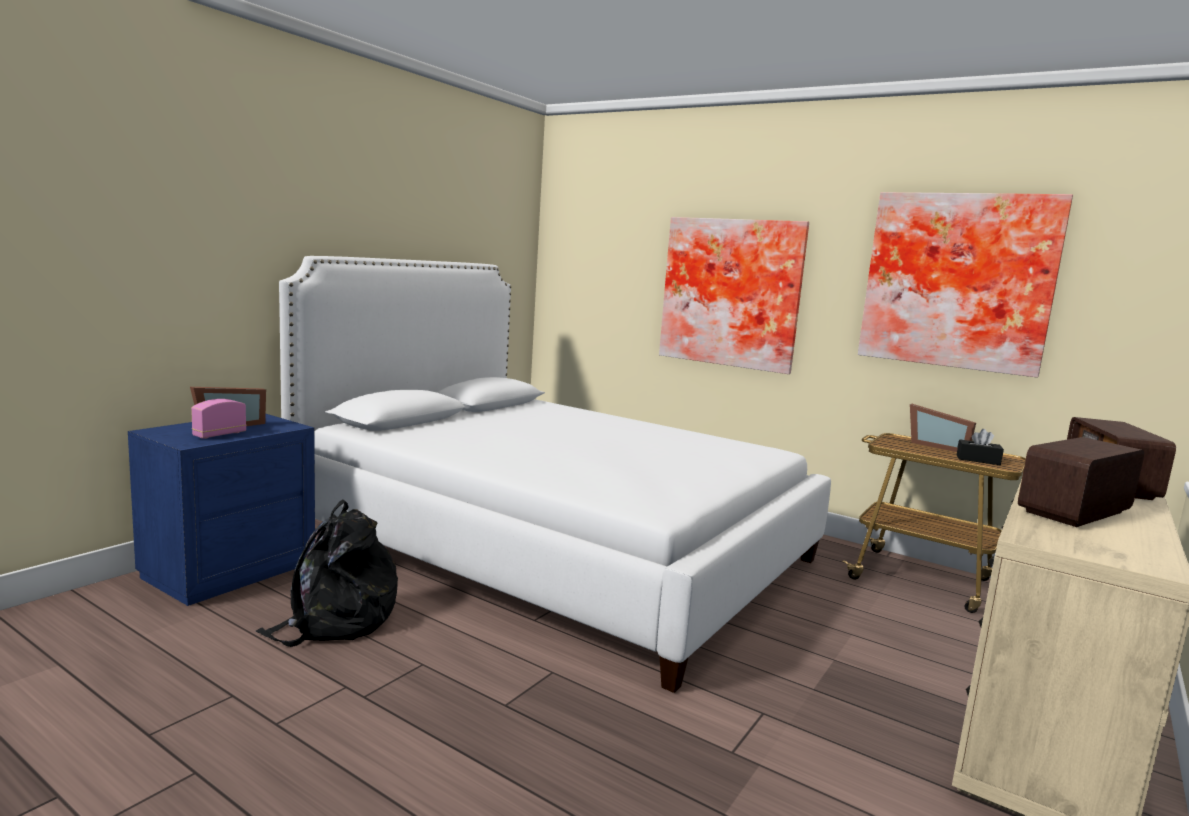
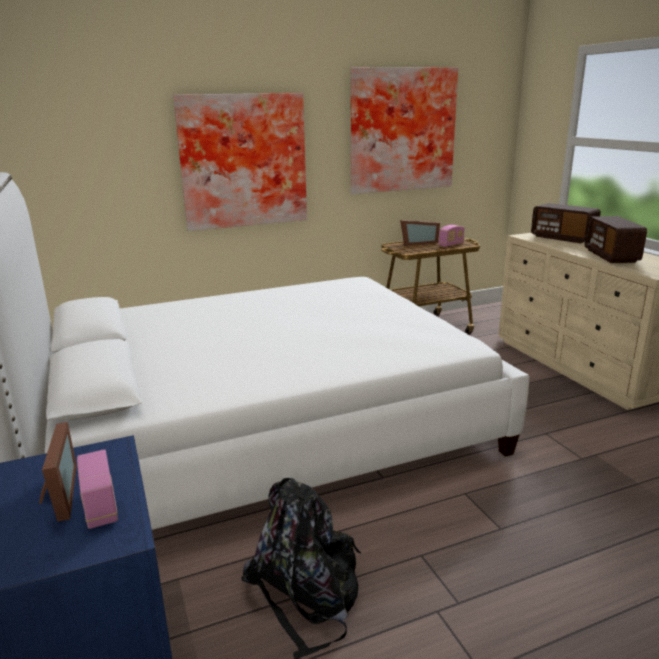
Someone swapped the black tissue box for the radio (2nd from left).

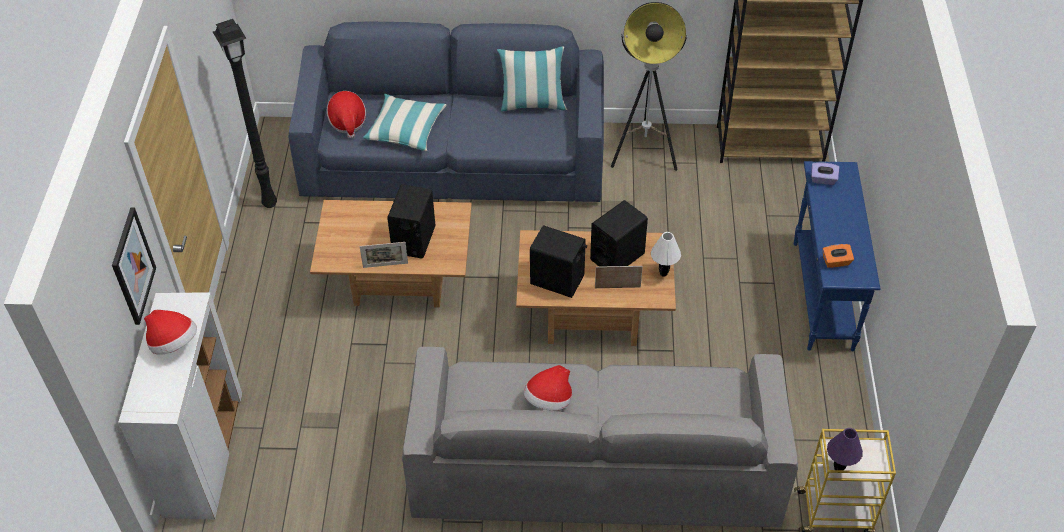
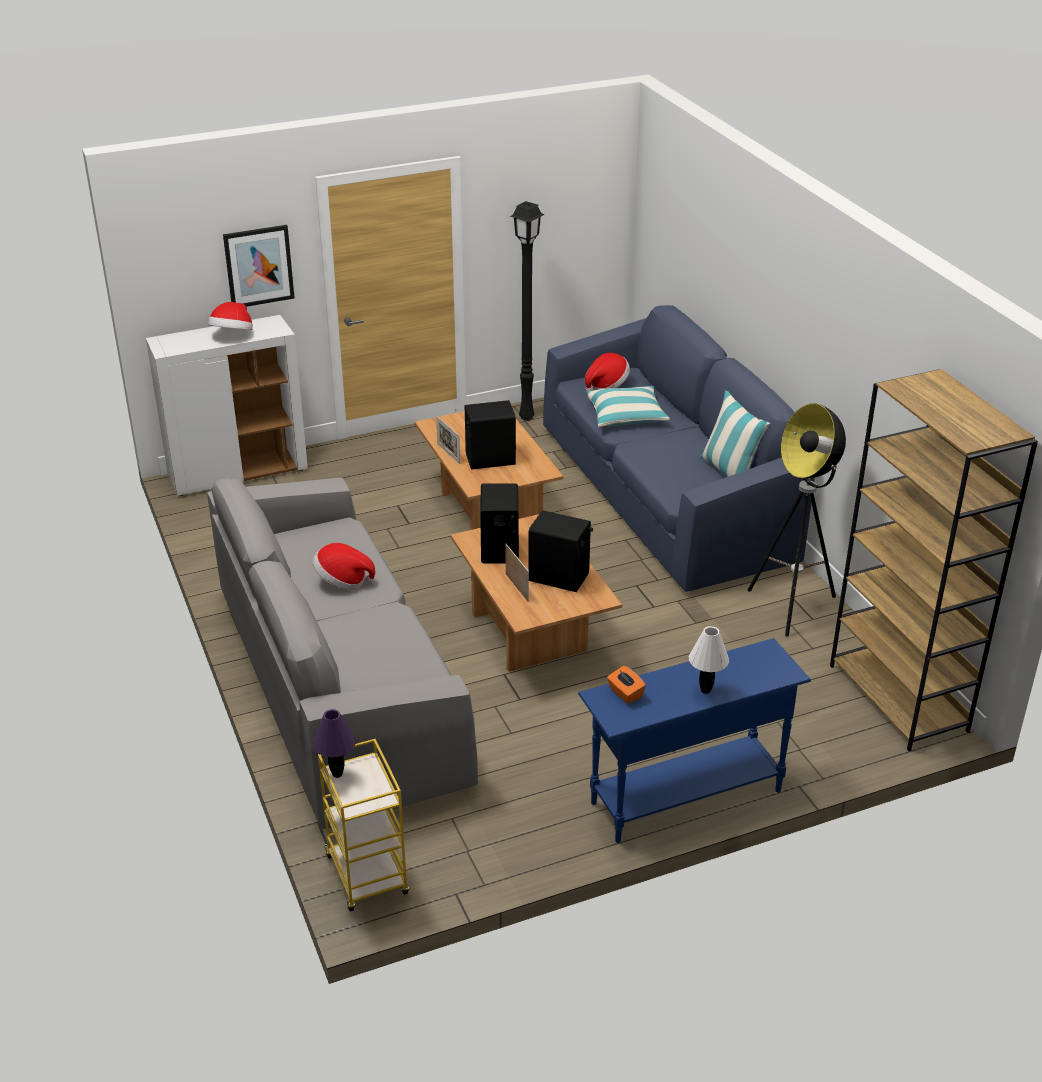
Someone took away the purple tissue box. Someone carried the white table lamp.

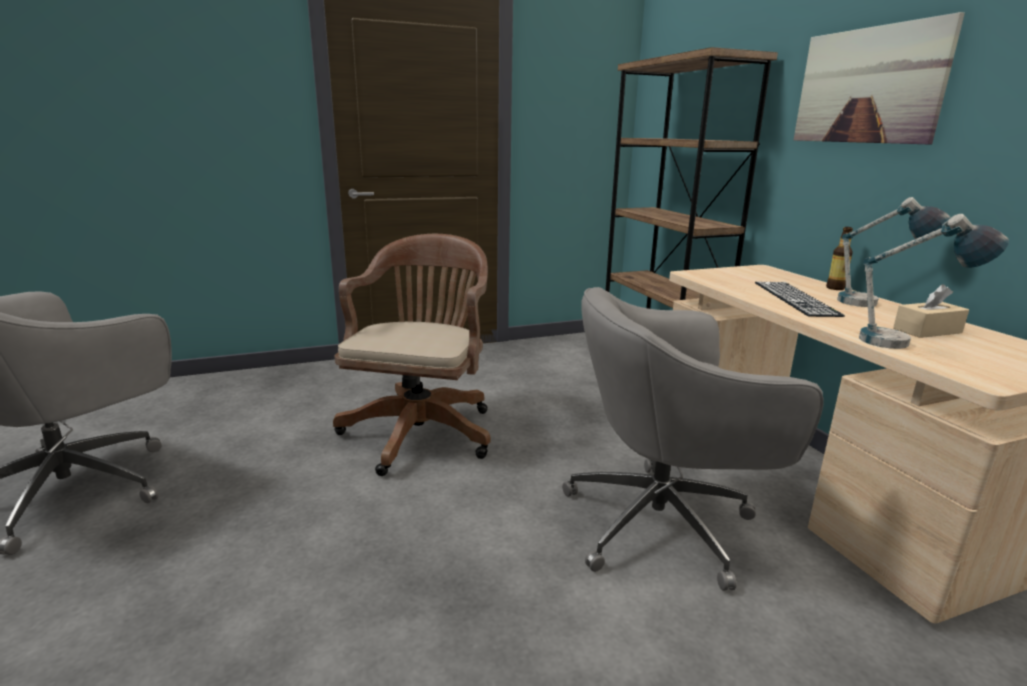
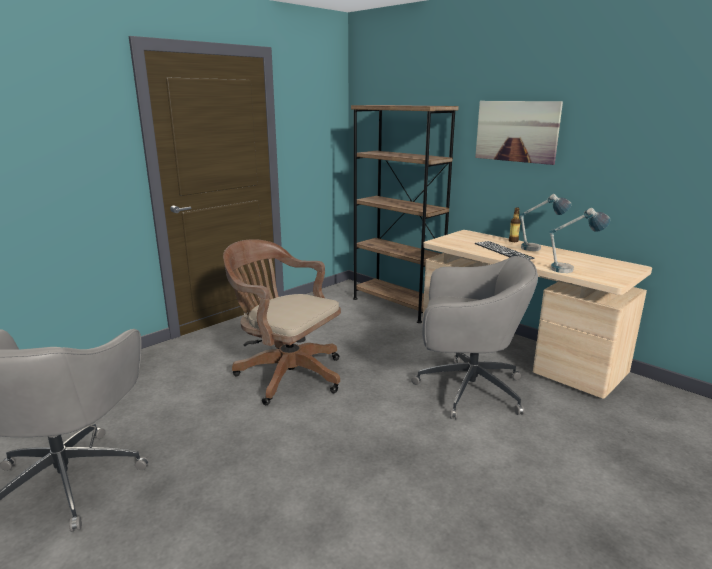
Someone took away the beige tissue box. Someone rotated the brown office chair by 45 degrees counterclockwise. Someone rotated the grey office chair (2nd from left) by 135 degrees counterclockwise.

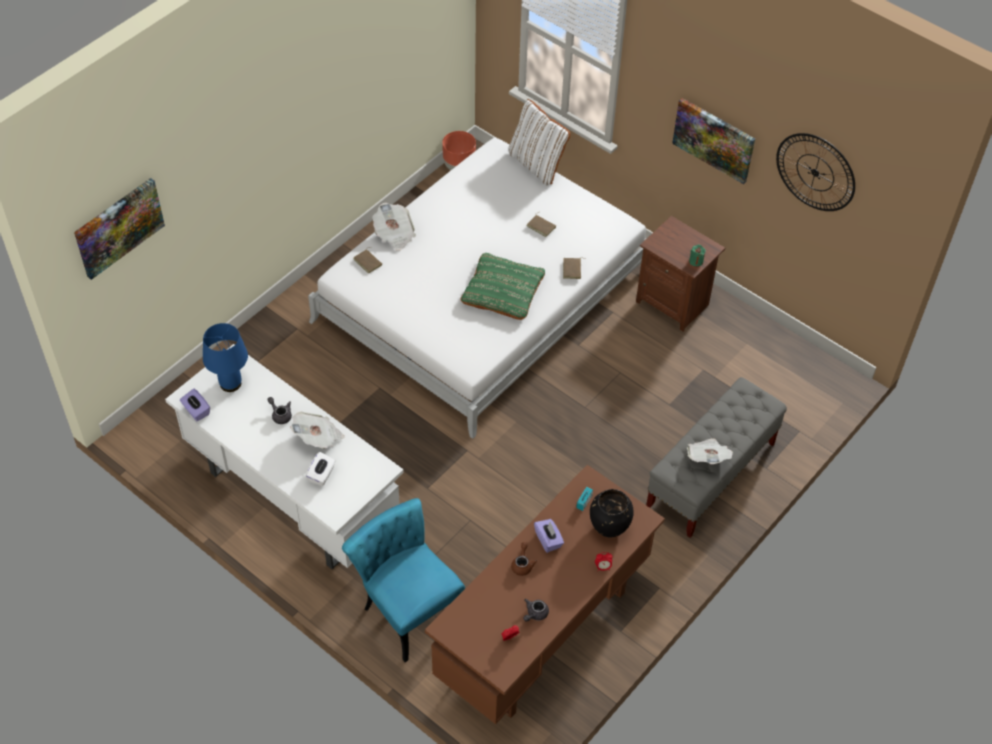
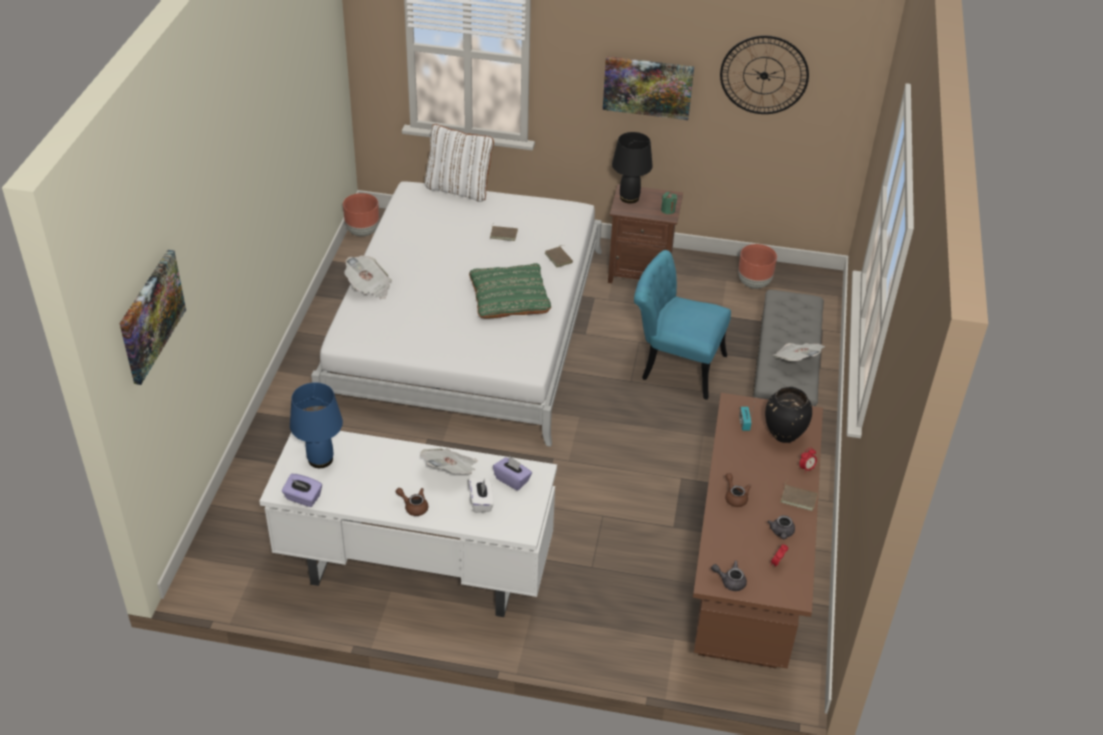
Someone put down the brown teapot (1st from left). Someone put down the black table lamp. Someone put down the brown planter (2nd from left). Someone carried the grey teapot (1st from left). Someone carried the turquoise chair. Someone carried the brown book (1st from left in the first image). Someone carried the purple tissue box (2nd from left).

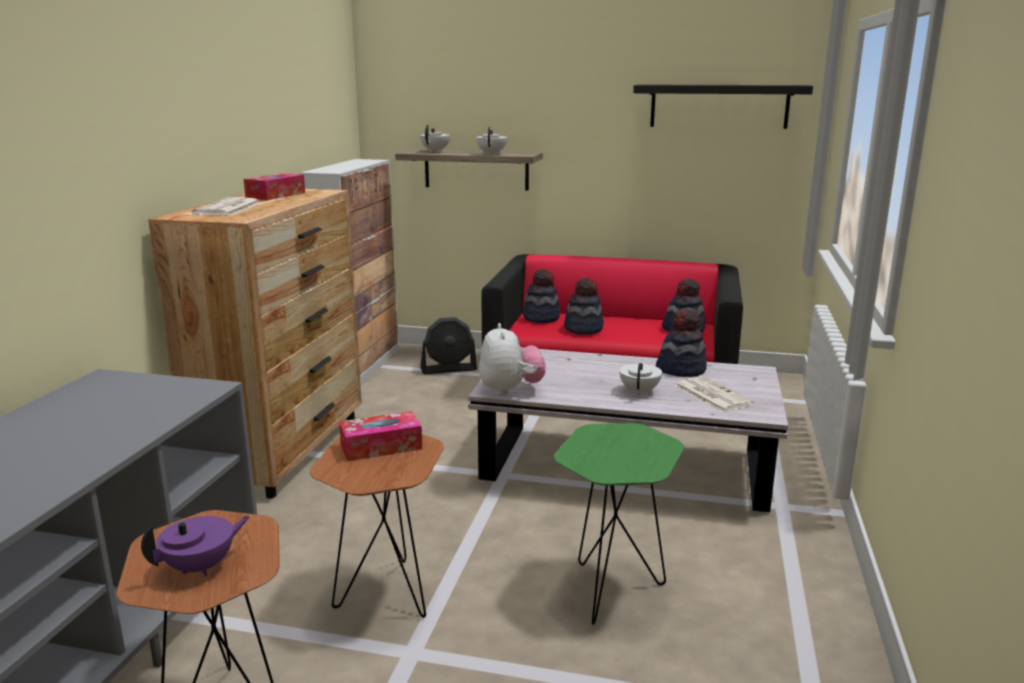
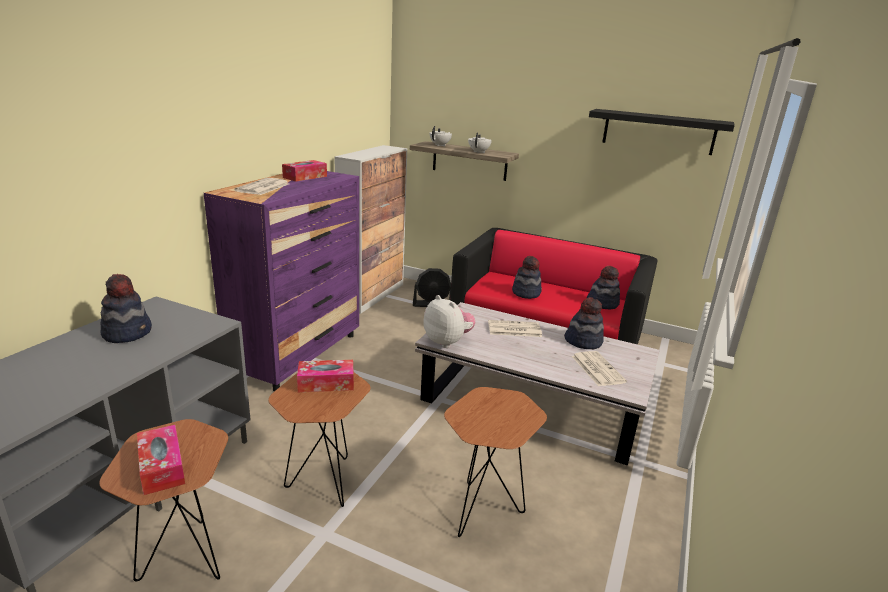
Someone took away the white teapot (3rd from left). Someone put down the newspaper (2nd from left). Someone carried the hat (1st from left). Someone swapped the purple teapot for the tissue box (1st from left). Someone repainted the brown dresser, which became the purple dresser. Someone repainted the green side table, which became the brown side table (3rd from left). Someone rotated the plush toy by 45 degrees counterclockwise.

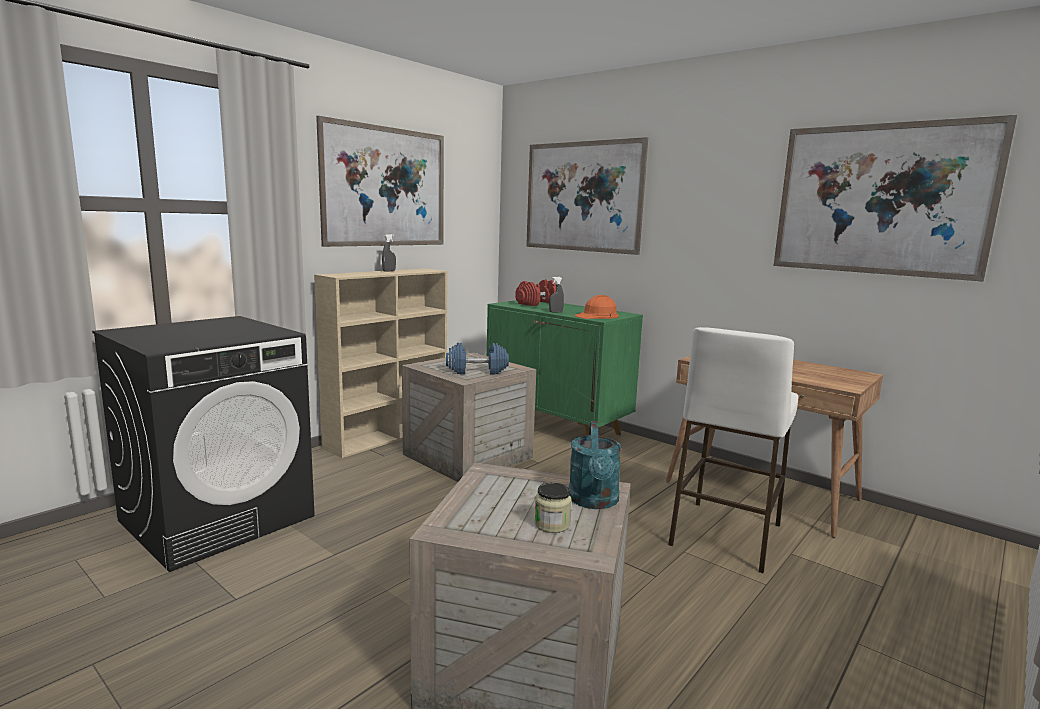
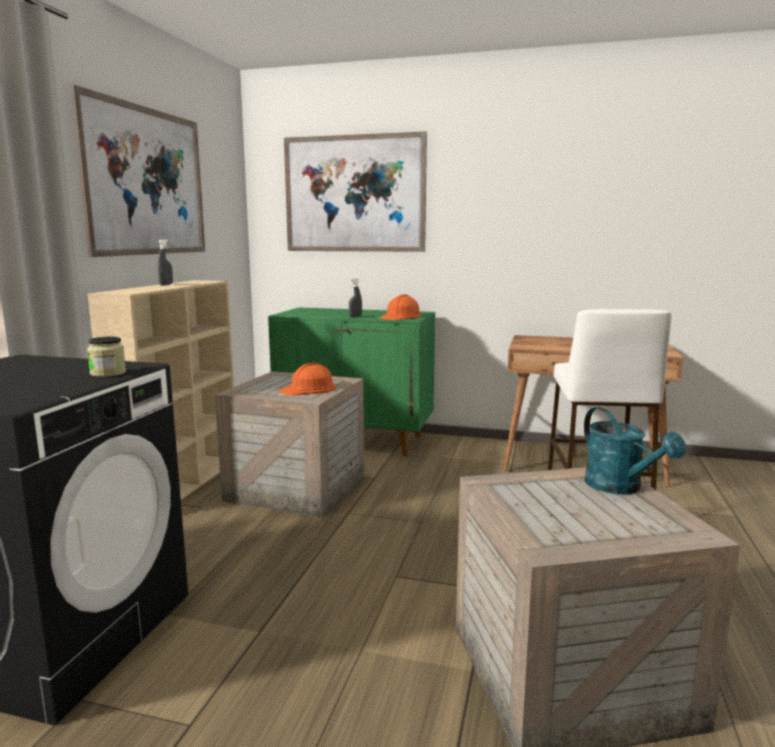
Someone took away the red dumbbell. Someone took away the picture (3rd from left). Someone carried the jar. Someone swapped the blue dumbbell for the orange hard hat (1st from left).

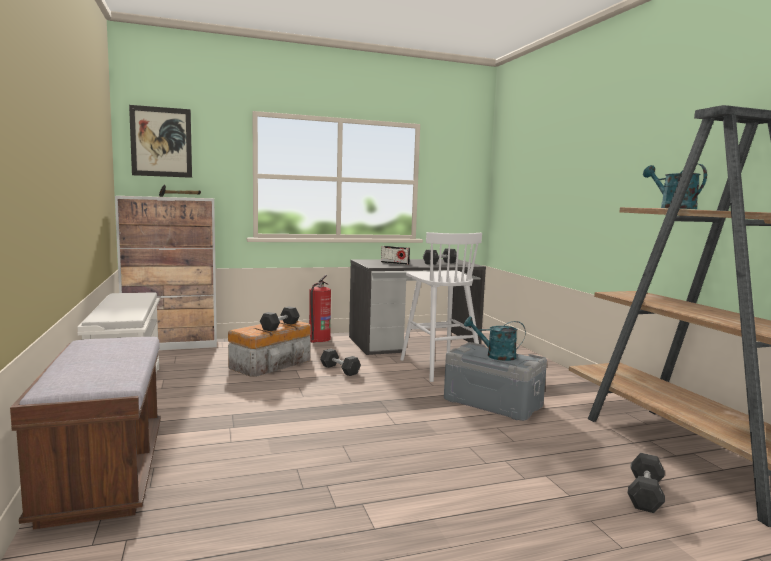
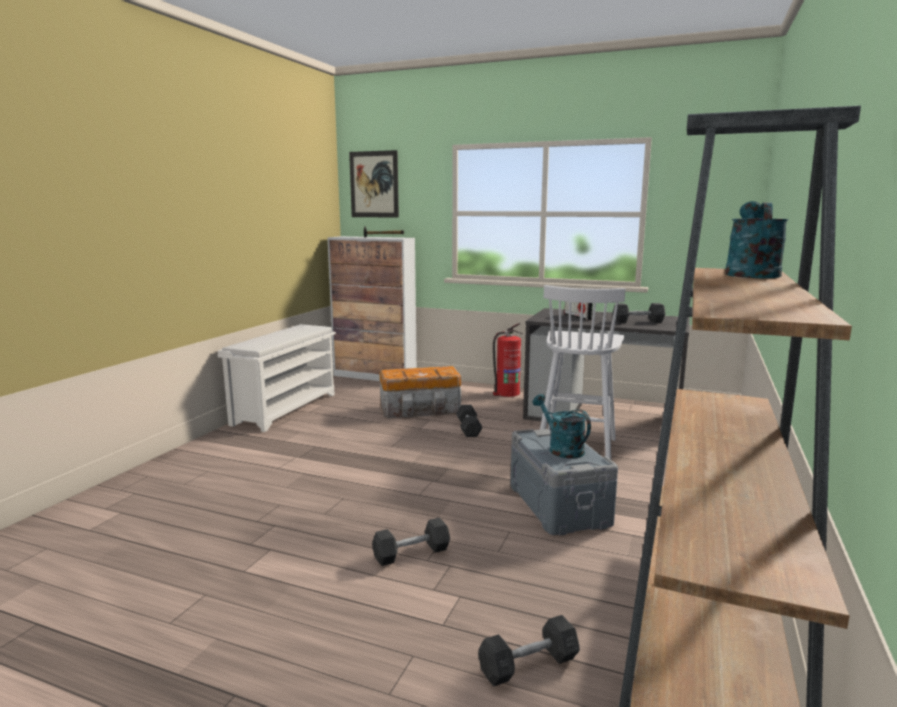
Someone took away the brown bench. Someone carried the grey dumbbell (1st from left).

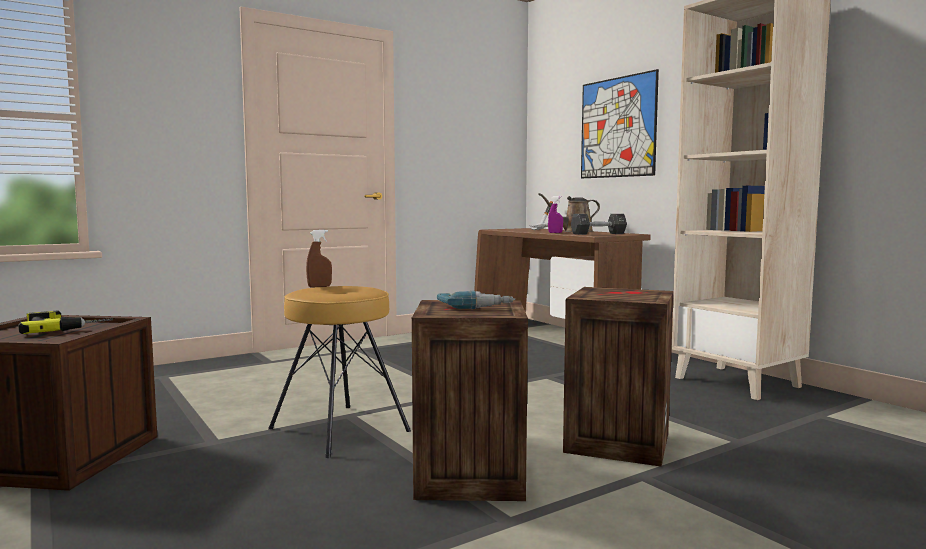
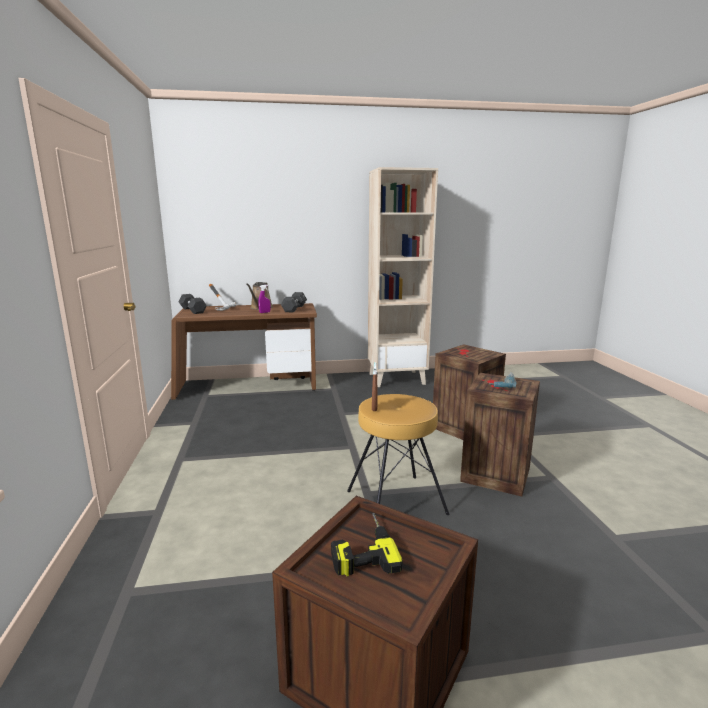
Someone took away the picture. Someone put down the black dumbbell (1st from left).

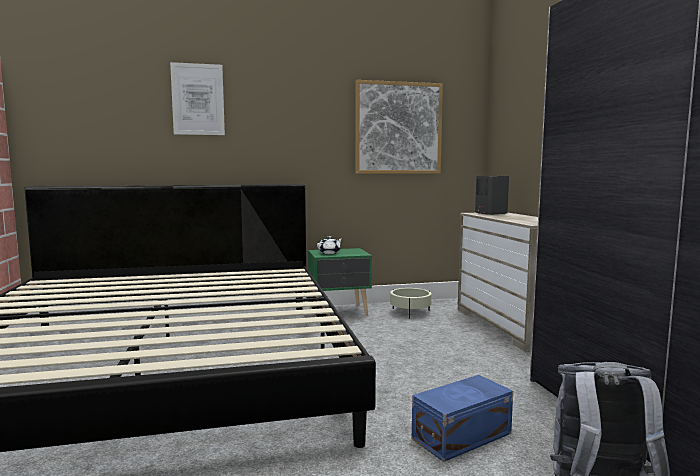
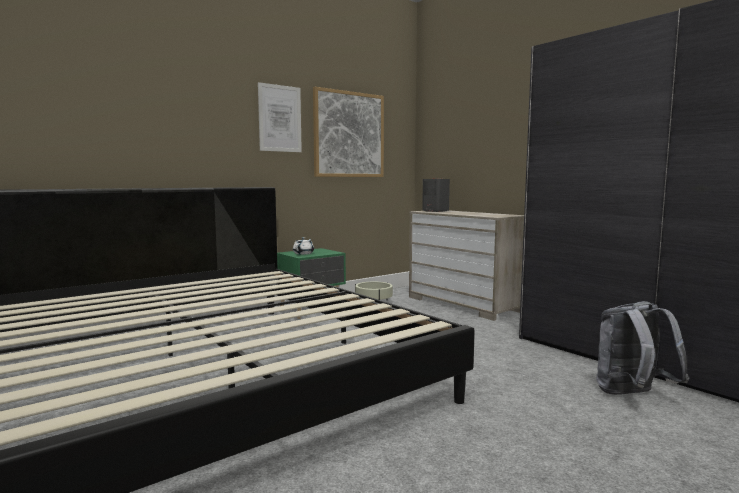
Someone took away the blue storage box. Someone carried the picture (1st from left).

